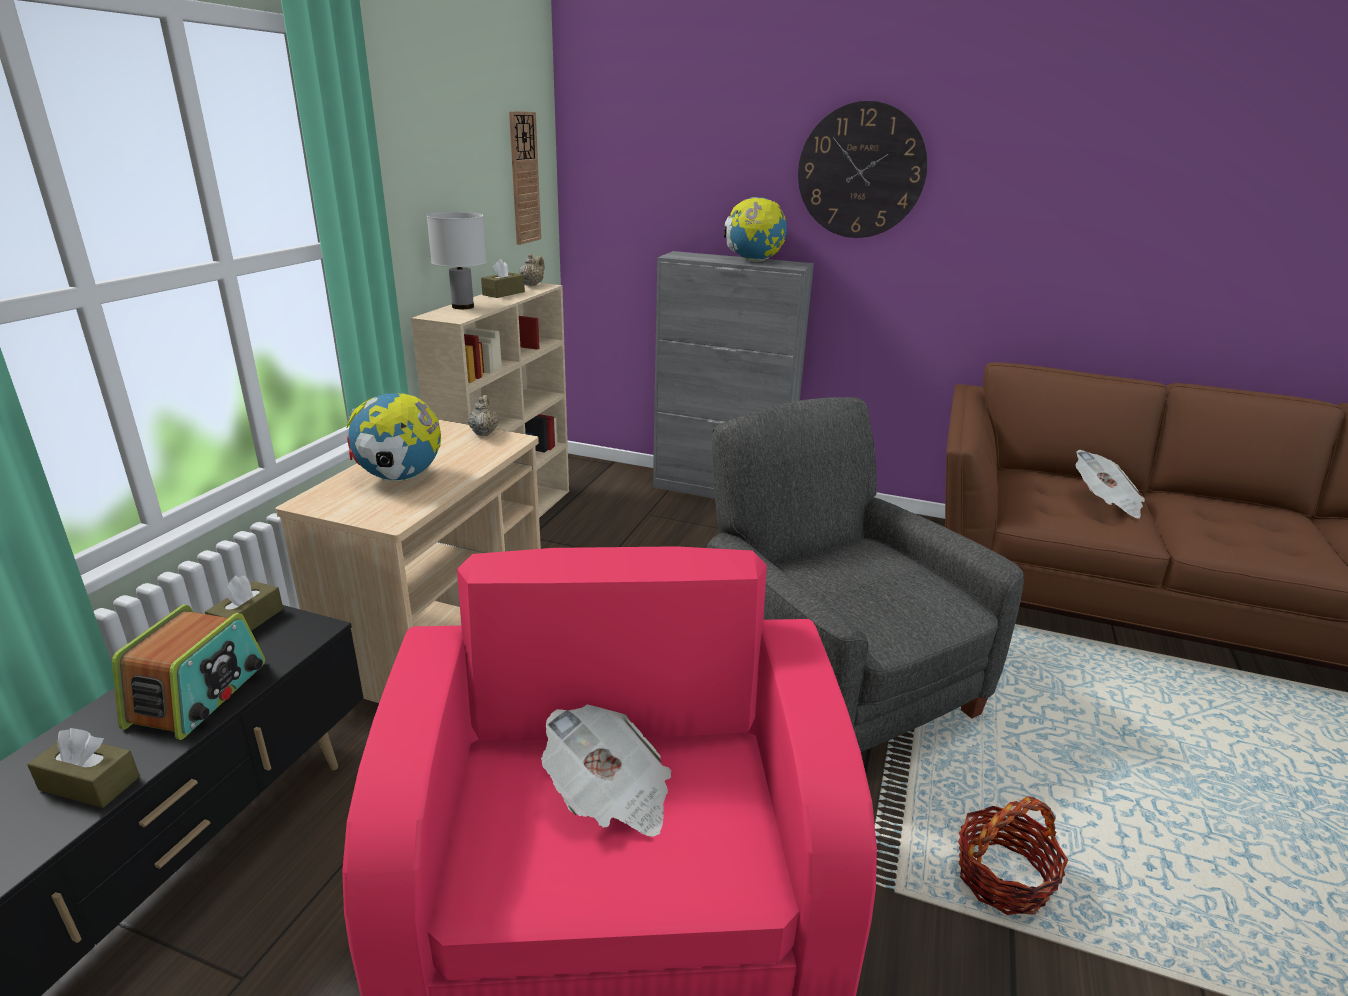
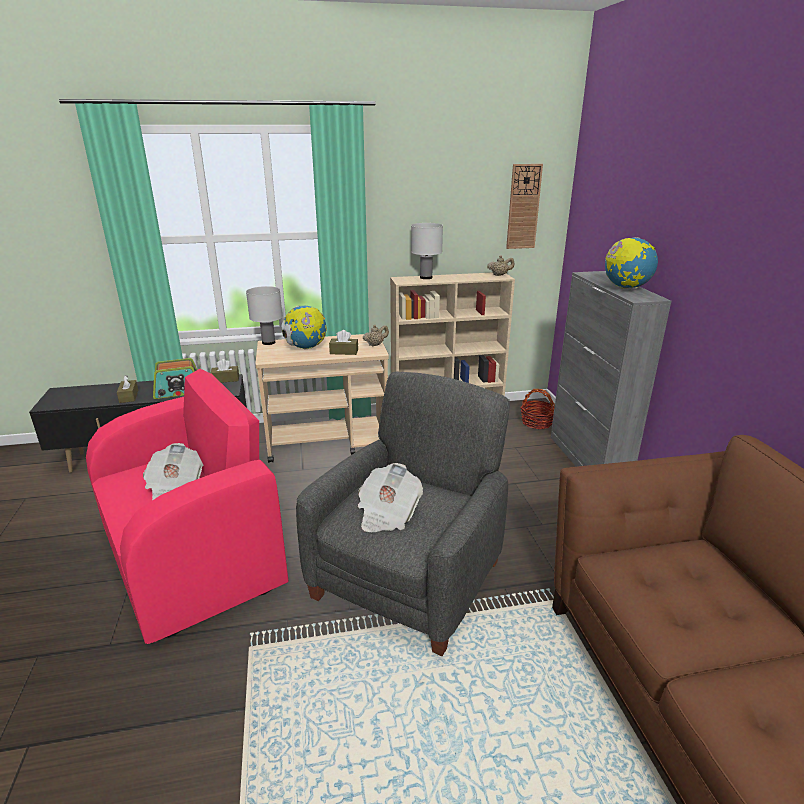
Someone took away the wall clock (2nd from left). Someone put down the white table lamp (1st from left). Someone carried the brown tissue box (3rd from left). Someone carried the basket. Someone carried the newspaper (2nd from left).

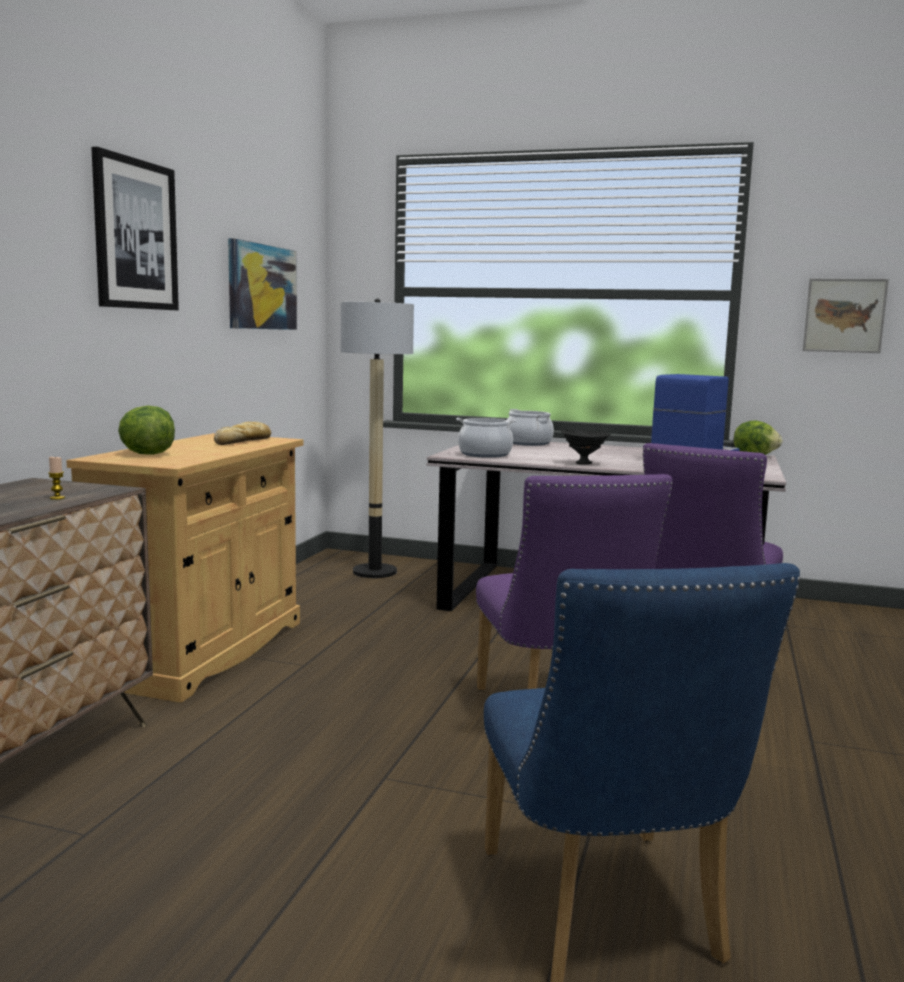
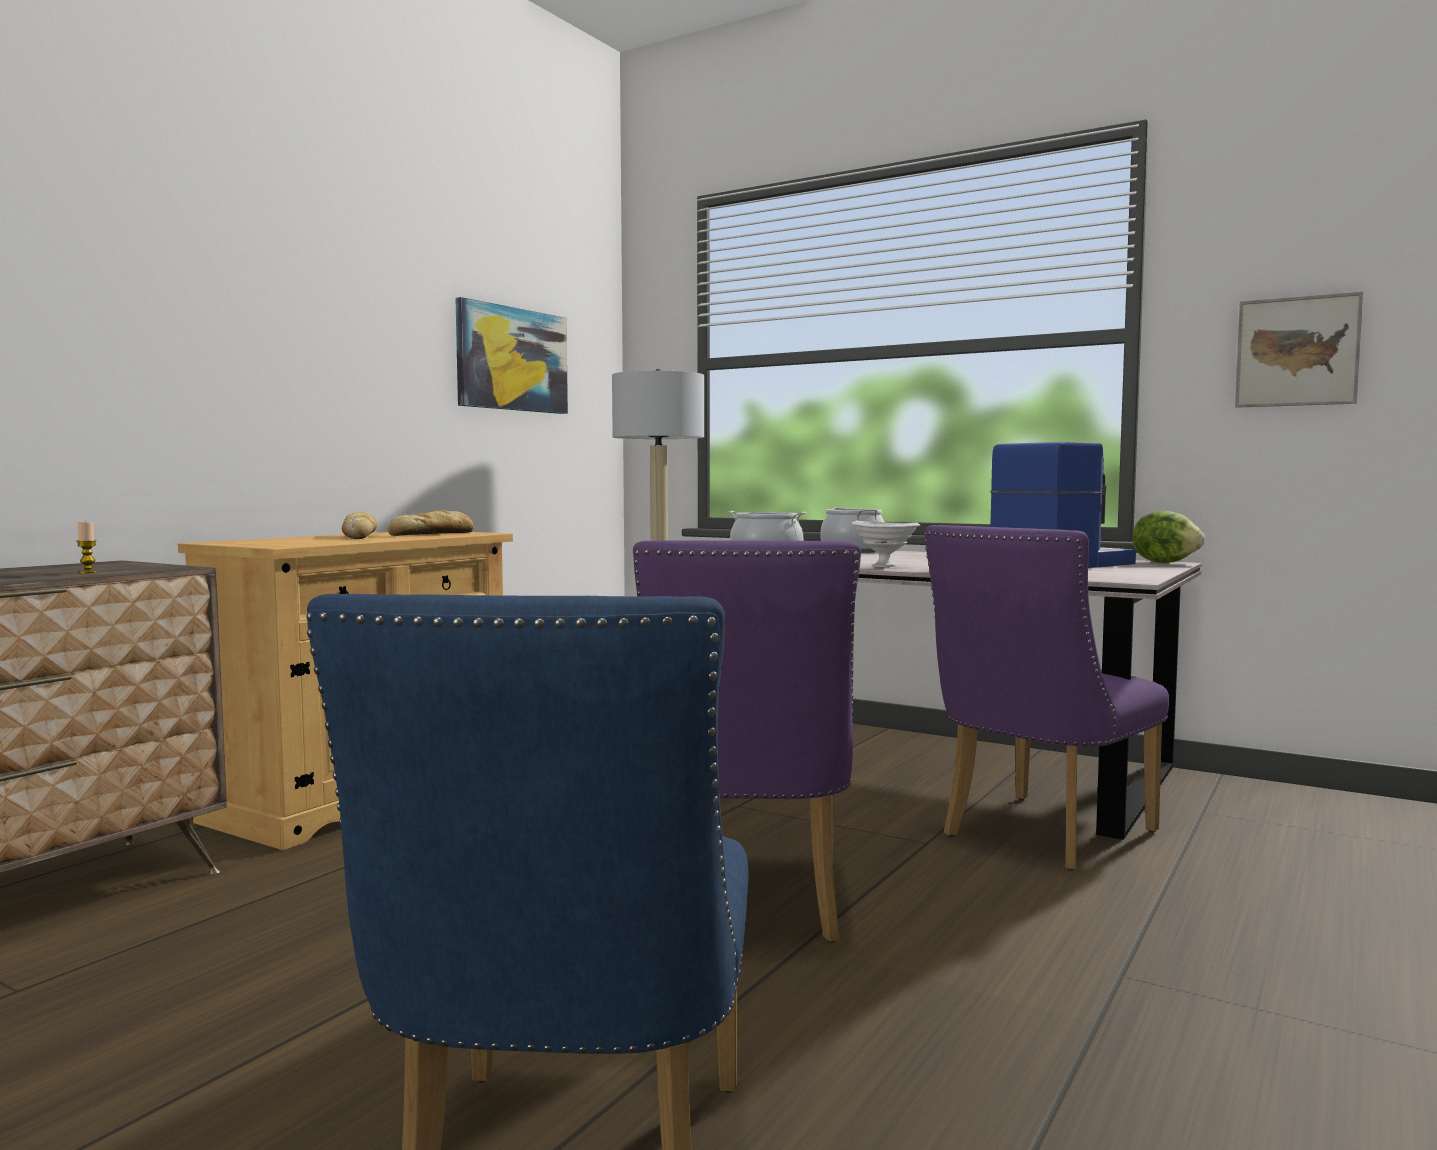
Someone took away the picture (1st from left). Someone took away the lettuce (1st from left). Someone put down the bread (1st from left). Someone repainted the black bowl, which became the white bowl.

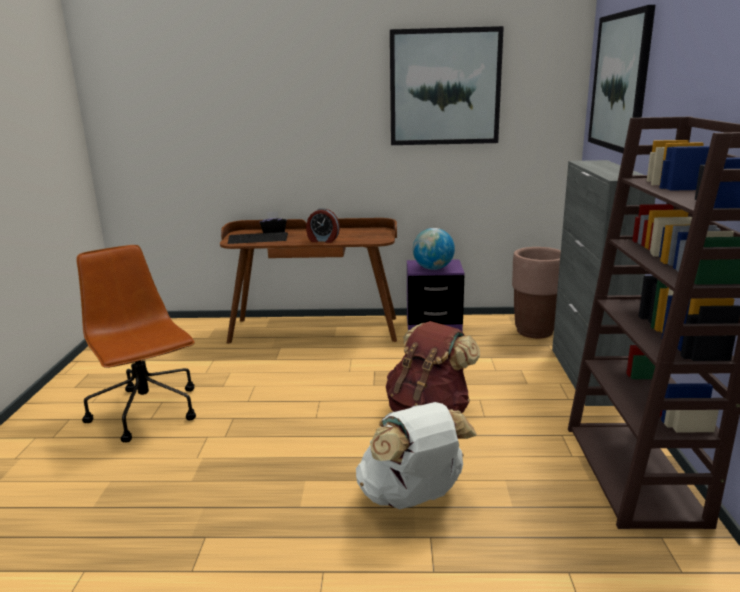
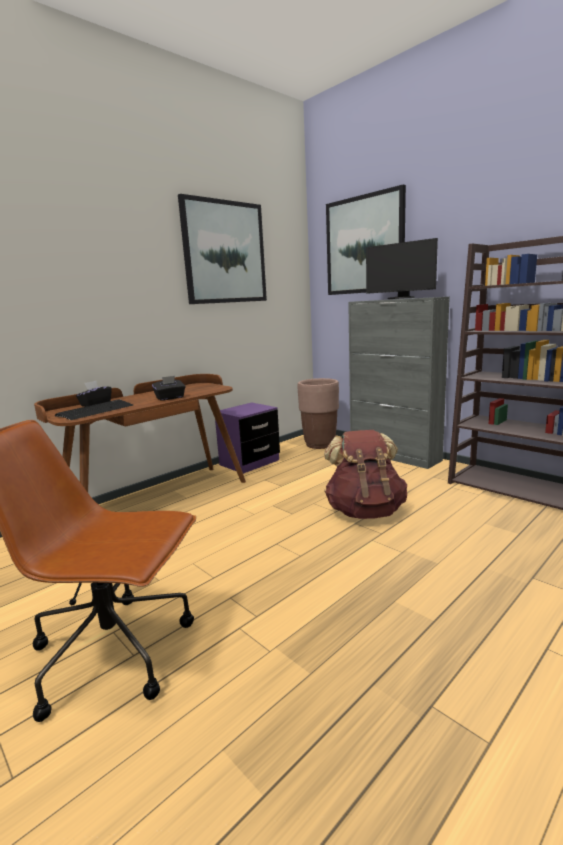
Someone took away the white backpack. Someone took away the globe. Someone put down the monitor. Someone swapped the alarm clock for the black tissue box (2nd from left).

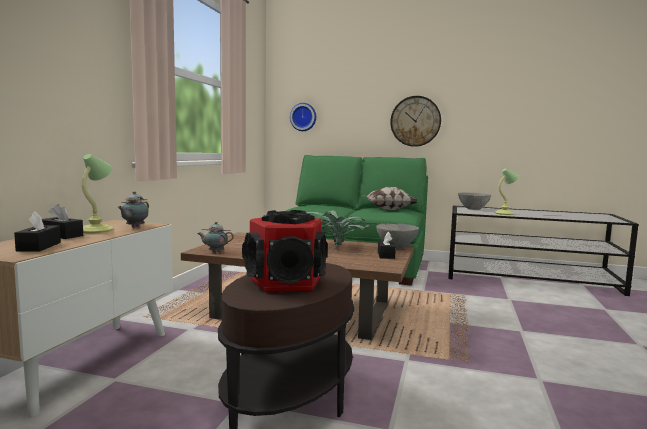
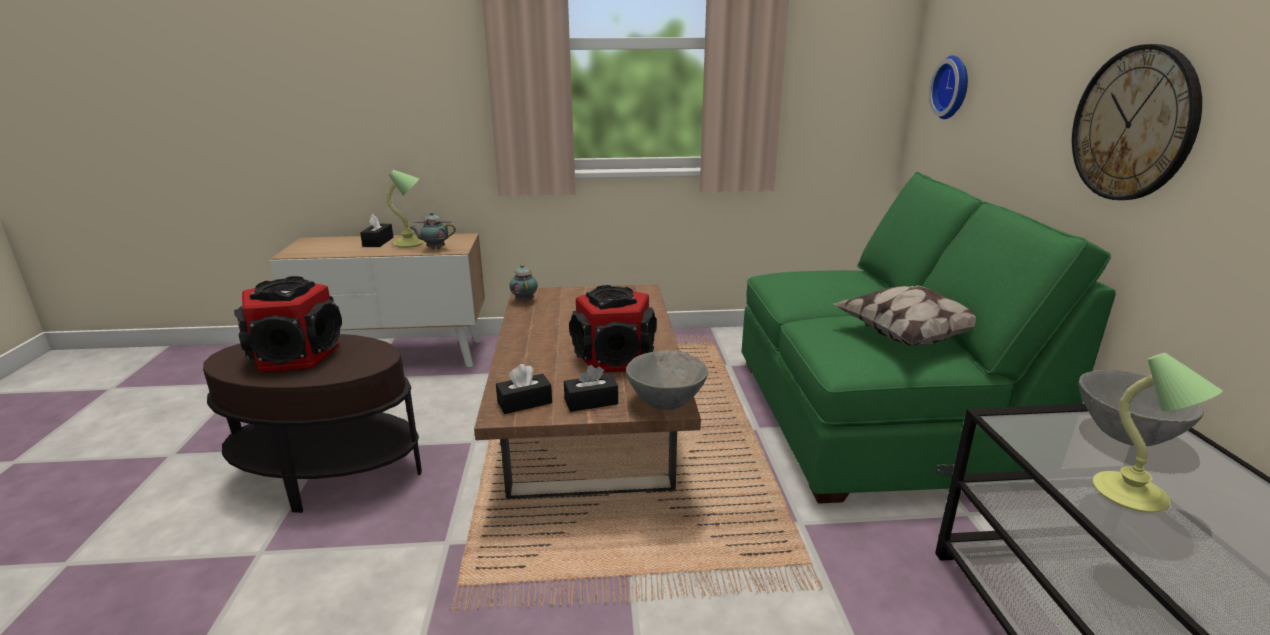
Someone carried the black tissue box (1st from left in the first image). Someone swapped the potted plant for the speaker (2nd from left).

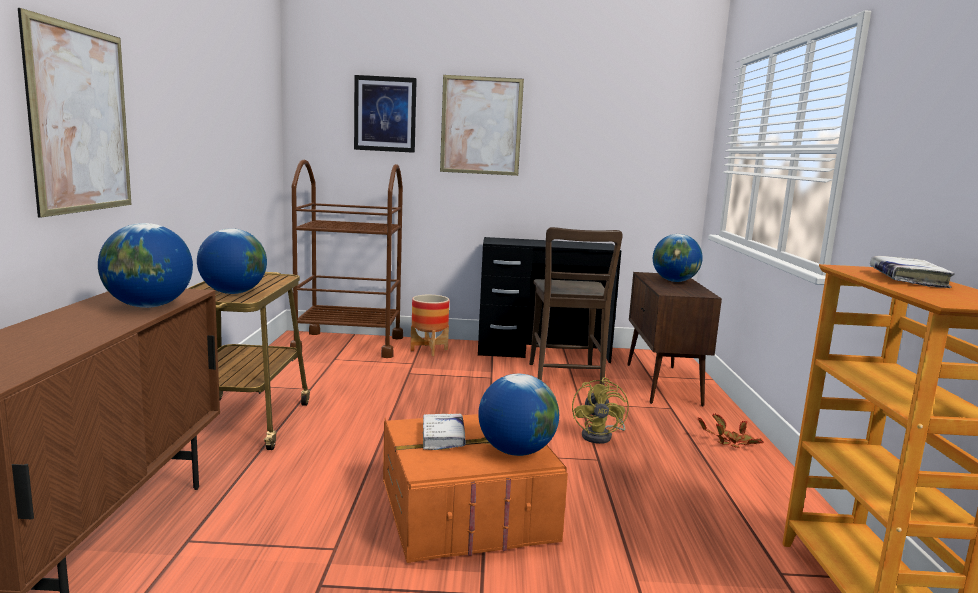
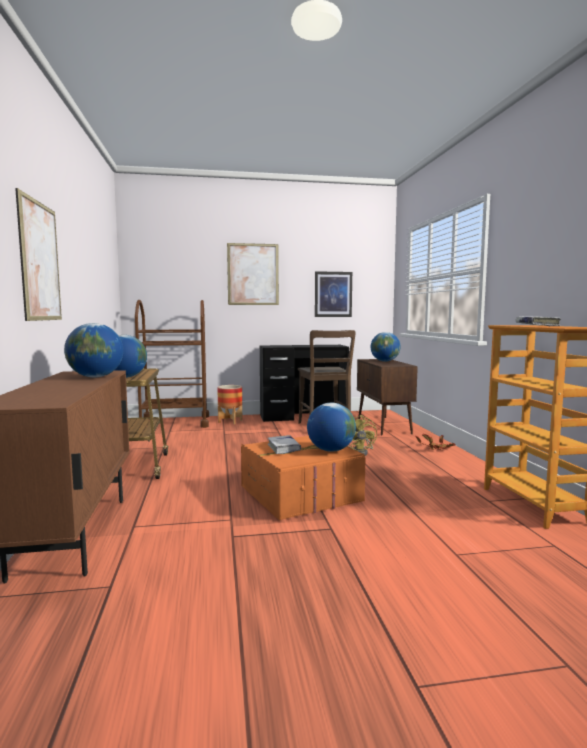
Someone carried the picture (2nd from left in the first image).

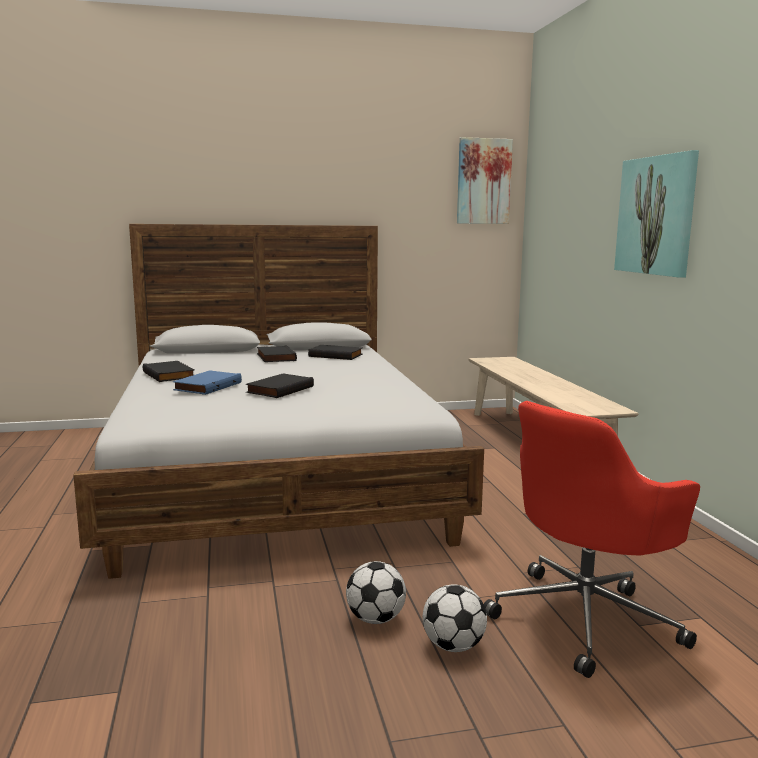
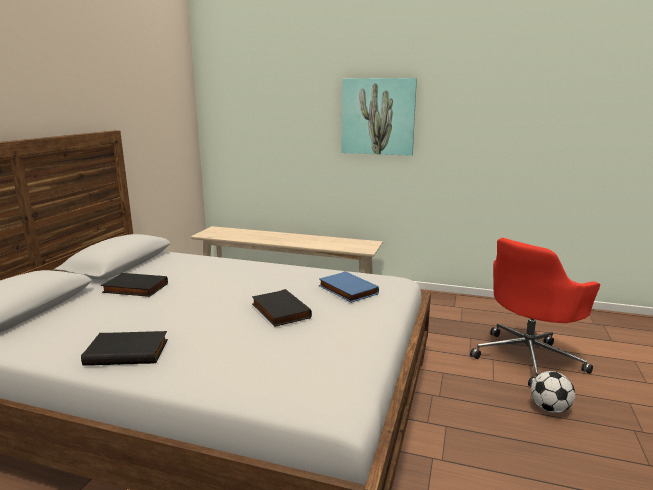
Someone took away the black book (4th from left). Someone took away the football (1st from left). Someone took away the picture (1st from left). Someone carried the blue book. Someone rotated the red office chair by 60 degrees clockwise.

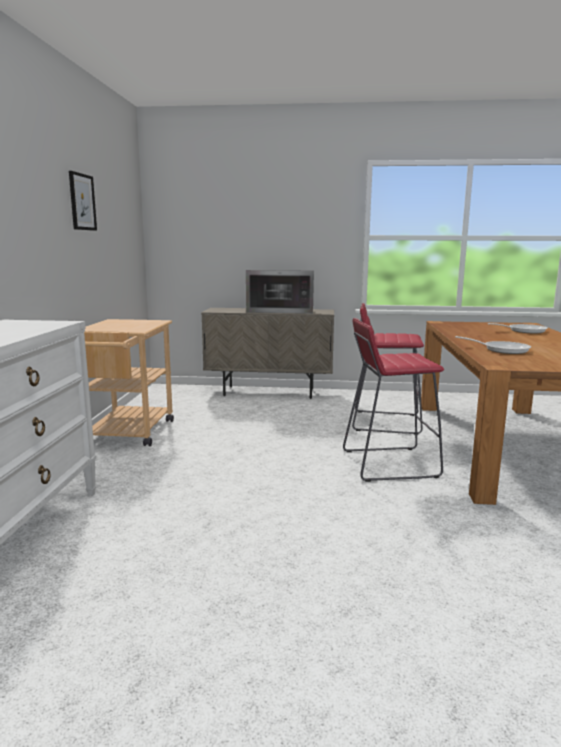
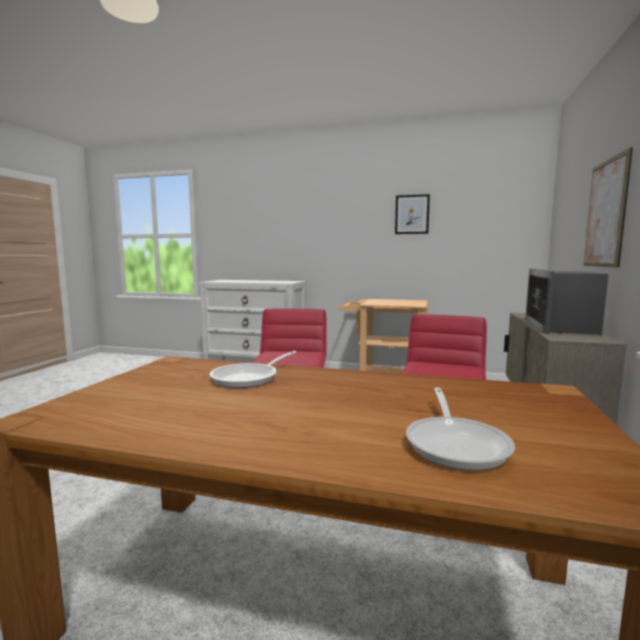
Someone put up the picture (2nd from left).

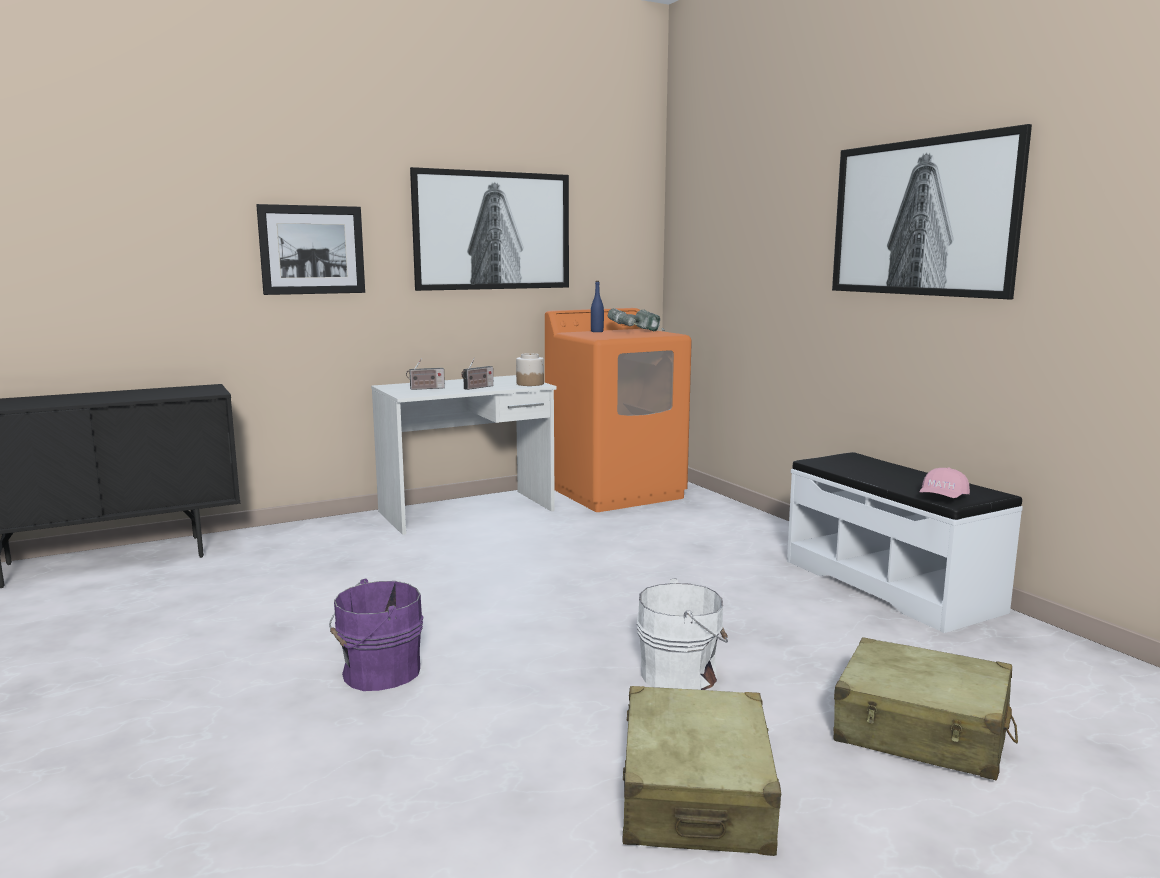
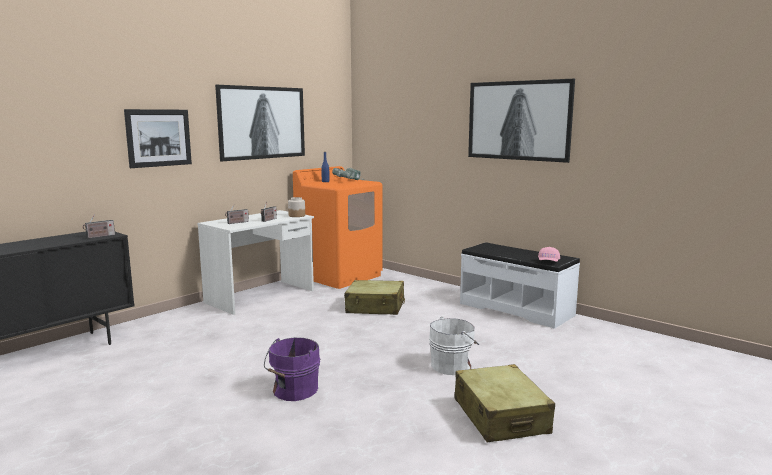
Someone put down the radio (1st from left). Someone carried the beige suitcase (2nd from left in the first image).

